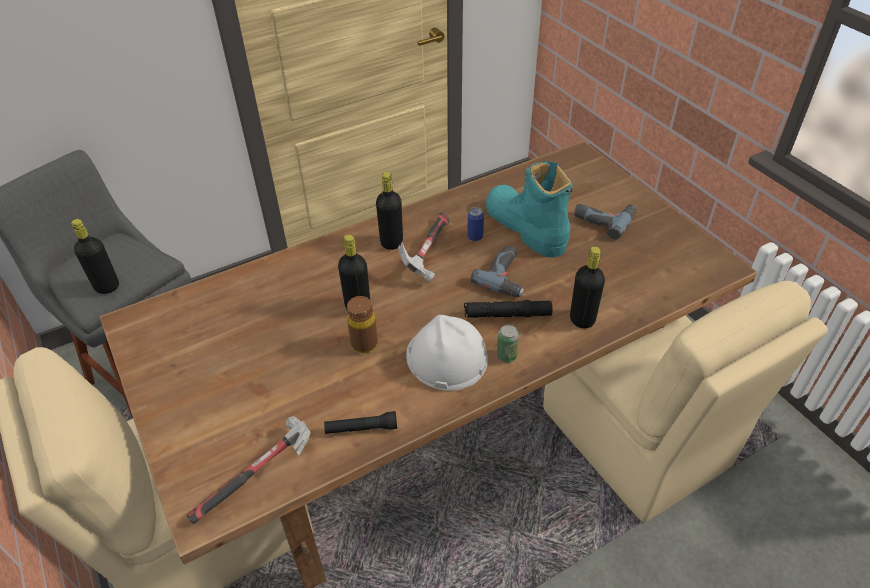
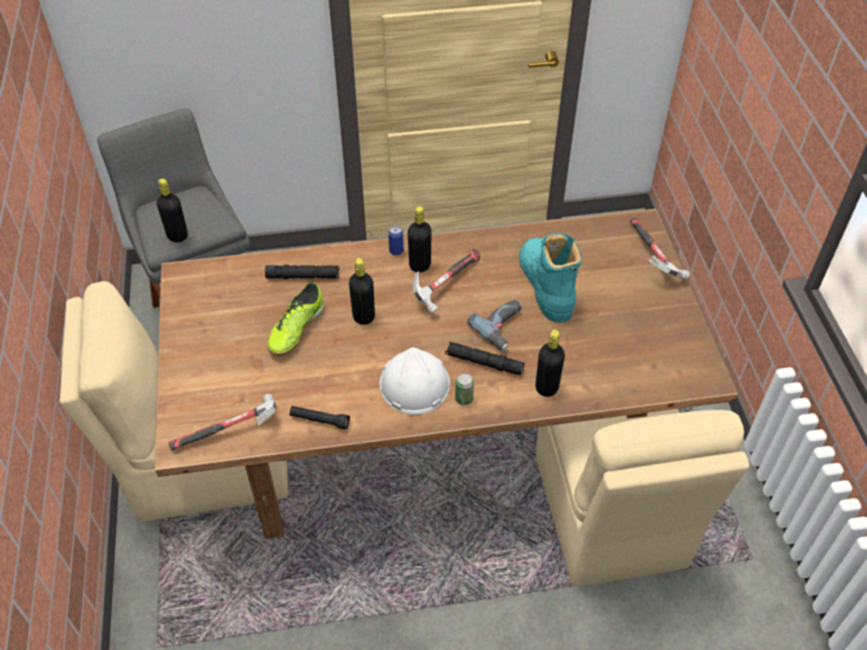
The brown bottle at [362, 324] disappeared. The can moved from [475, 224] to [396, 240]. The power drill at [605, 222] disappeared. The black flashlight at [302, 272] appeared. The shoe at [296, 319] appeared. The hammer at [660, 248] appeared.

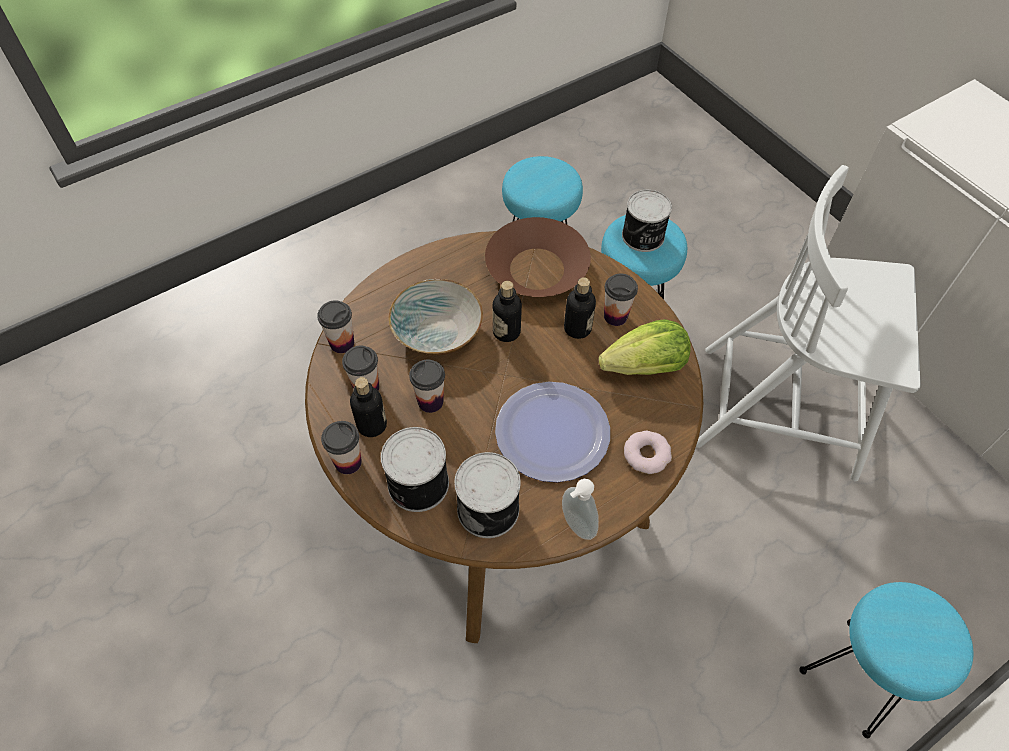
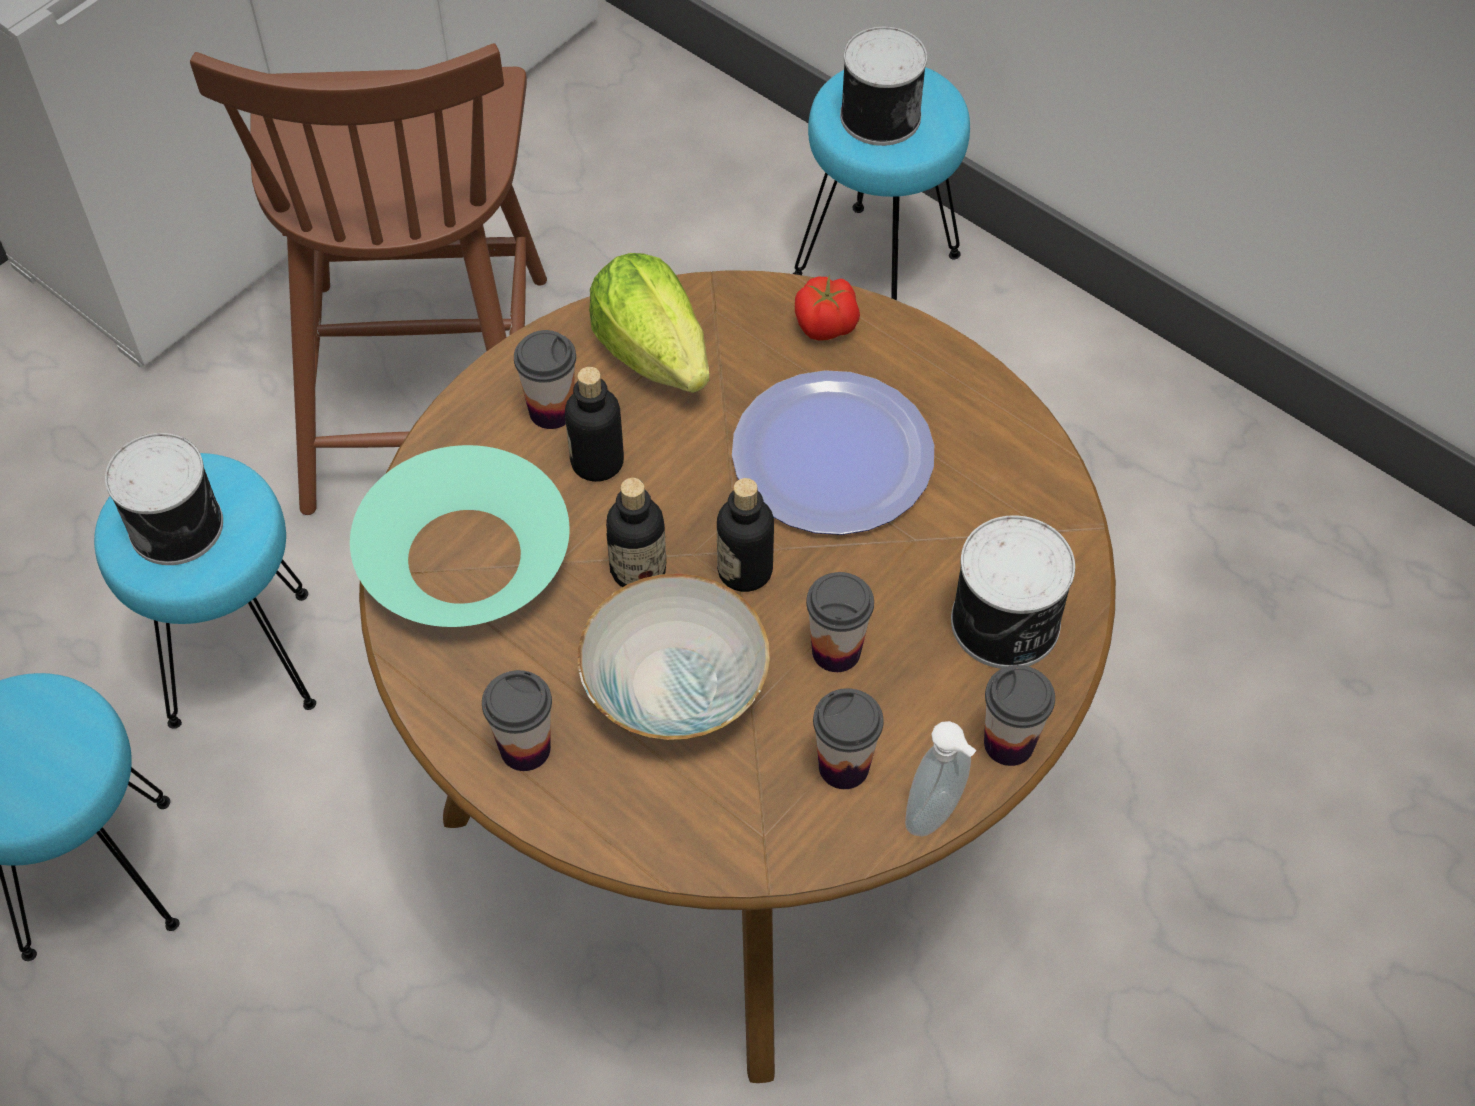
The cup moved from [335, 326] to [517, 720]. The bottle moved from [368, 407] to [745, 535]. The can moved from [487, 495] to [883, 86]. The brown bowl at [538, 257] became the turquoise bowl at [460, 536]. The soap dispenser moved from [580, 509] to [940, 778]. The donut at [648, 452] was replaced by the tomato at [827, 308]. The white chair at [808, 323] became the brown chair at [368, 279].

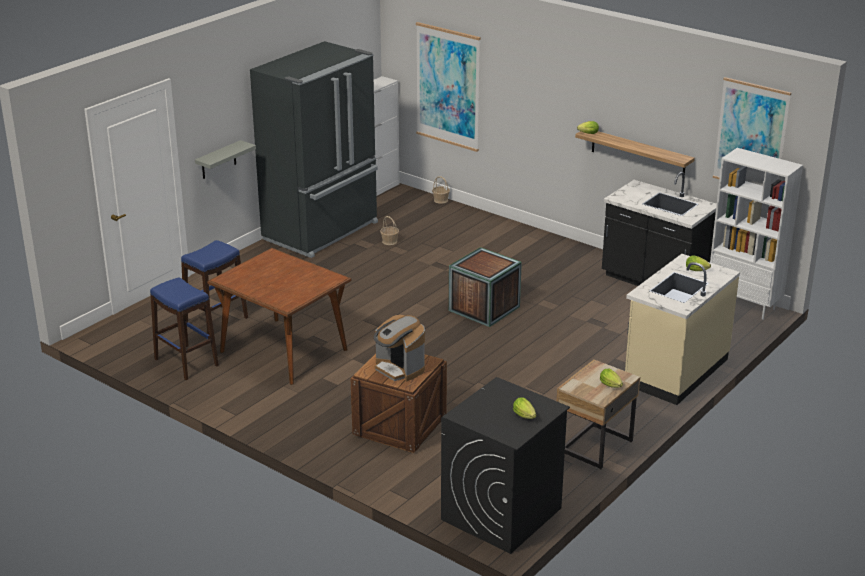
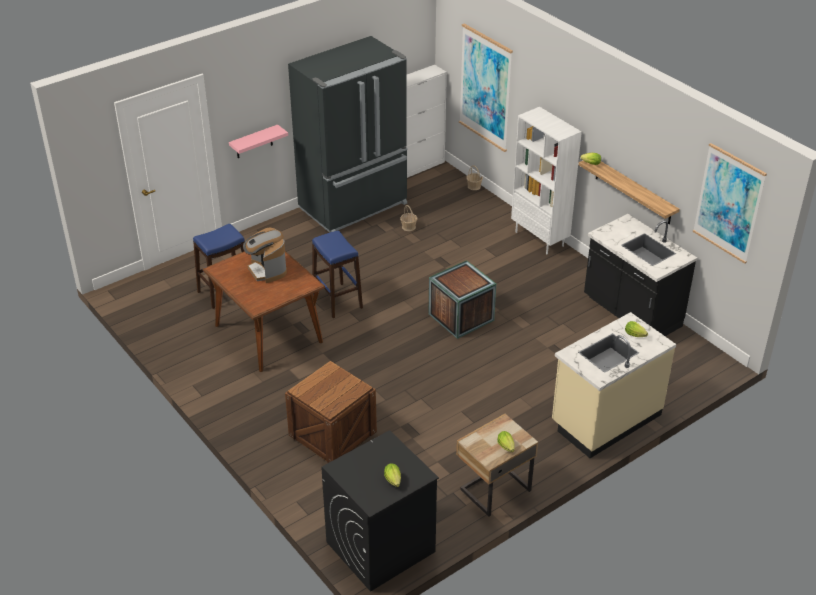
The blue stool moved from [184, 328] to [337, 274]. The grey shelf at [225, 159] became the pink shelf at [258, 141]. The coffee machine moved from [399, 348] to [265, 255]. The white bookcase moved from [756, 234] to [546, 180].

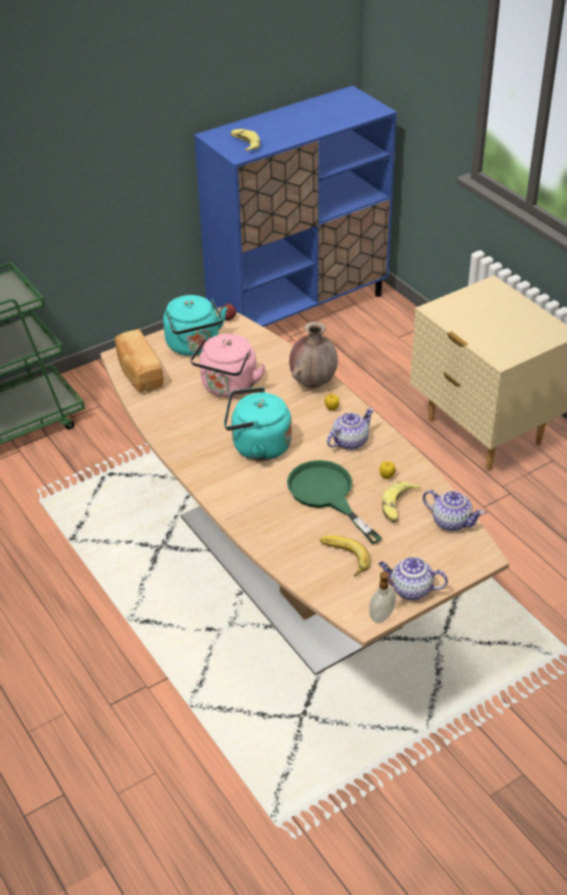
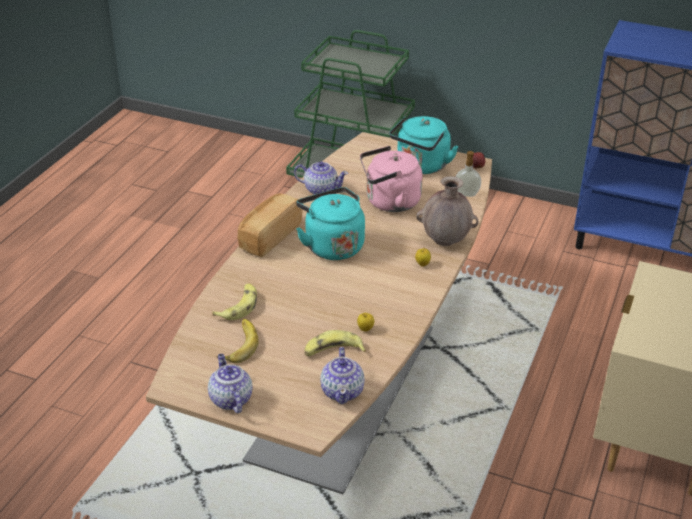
The bread moved from [139, 360] to [270, 225]. The banana moved from [245, 140] to [234, 301]. The green frying pan at [334, 502] disappeared. The teapot moved from [350, 429] to [321, 178]. The soap dispenser moved from [382, 597] to [468, 174].

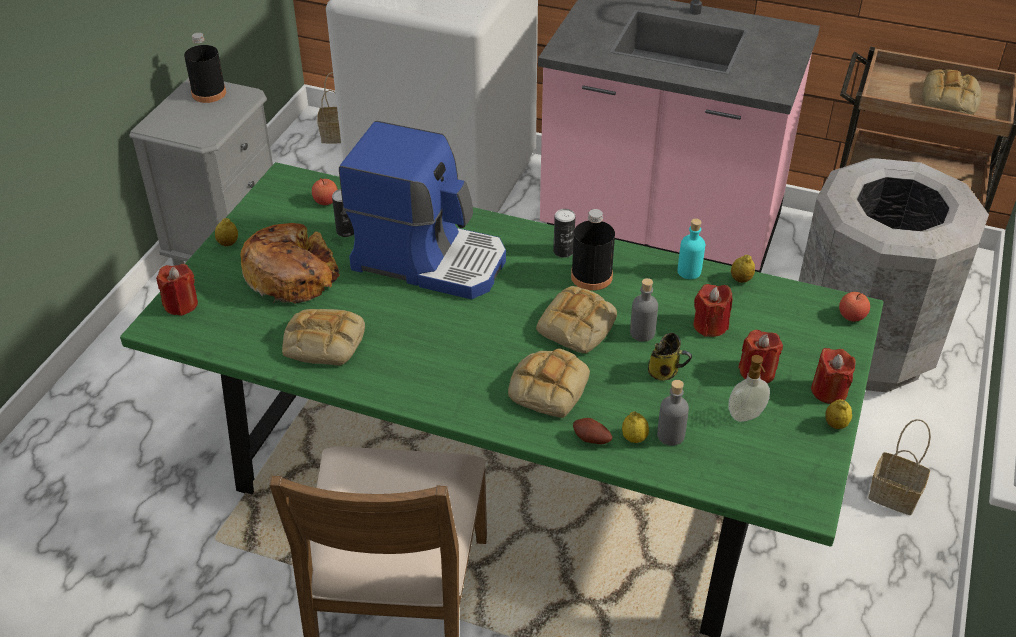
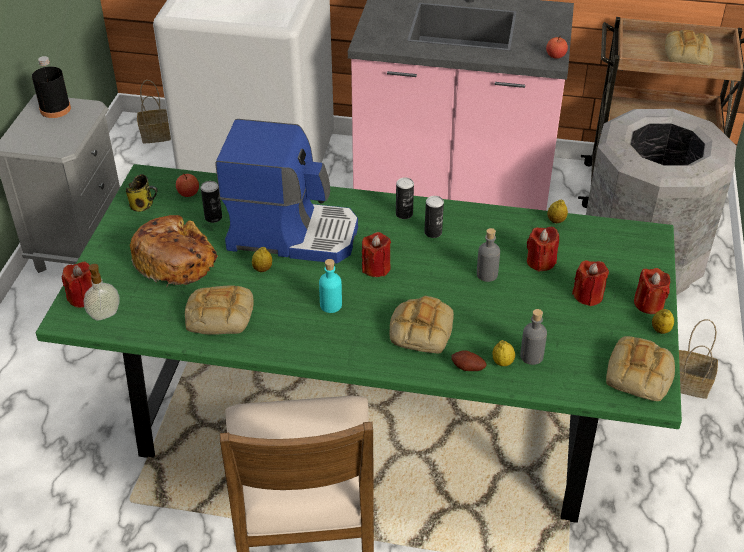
The lemon moved from [226, 232] to [262, 259]. The bread moved from [576, 319] to [640, 368]. The black bottle at [593, 250] was replaced by the can at [434, 217]. The mug moved from [670, 357] to [142, 193]. The turquoise bottle moved from [691, 248] to [330, 286]. The soap dispenser moved from [749, 388] to [101, 292]. The apple moved from [854, 307] to [557, 47]. The red candle at [376, 254] appeared.

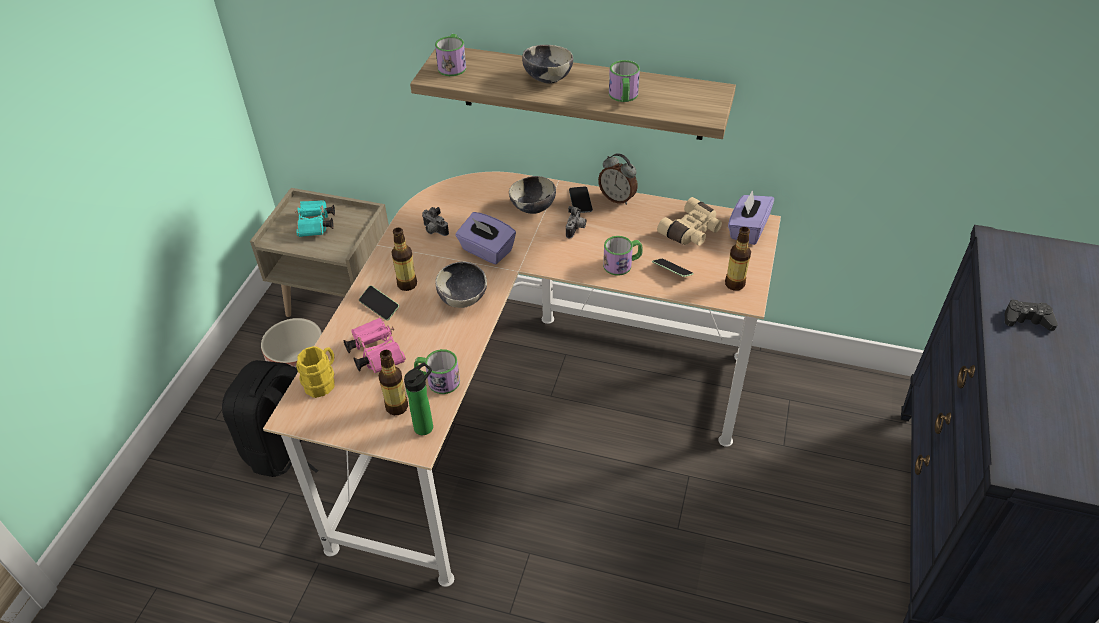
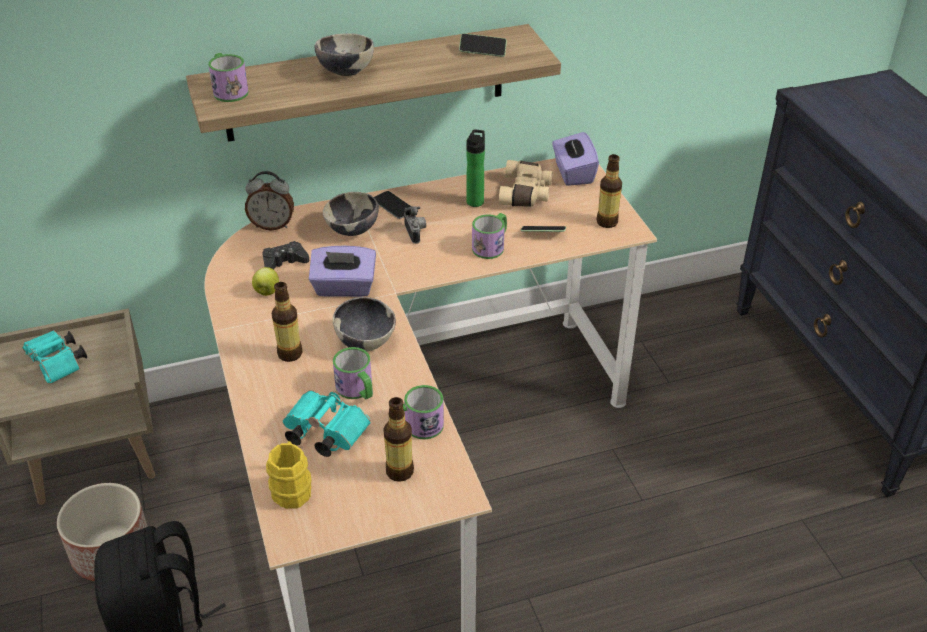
The pink binoculars at [374, 345] became the turquoise binoculars at [326, 423]. The phone moved from [379, 303] to [483, 45]. The bottle moved from [418, 398] to [475, 168]. The photo camera at [435, 221] was replaced by the apple at [265, 281]. The alarm clock moved from [618, 179] to [269, 201]. The mug moved from [624, 81] to [353, 373]. The black game controller moved from [1031, 315] to [285, 255].

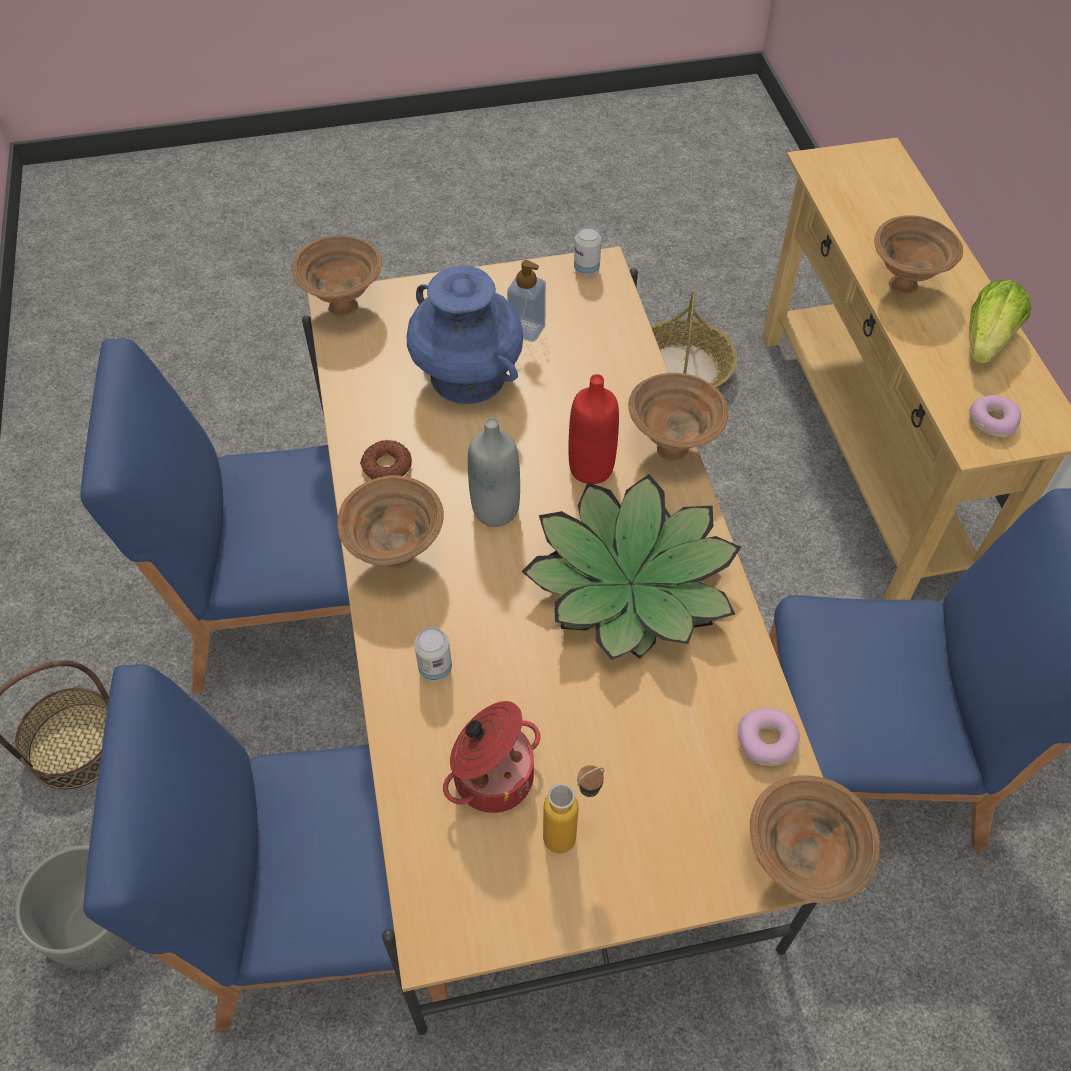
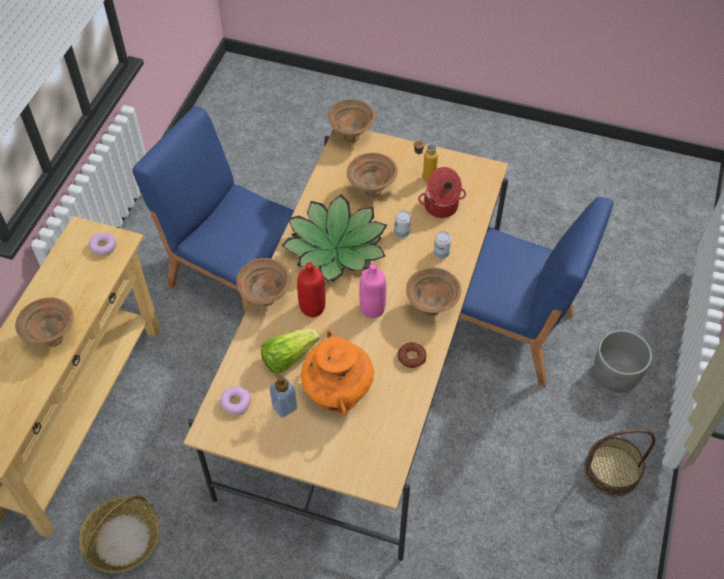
The blue chair at [216, 516] disappeared. The brown bowl moved from [337, 276] to [372, 175]. The blue vase at [465, 335] became the orange vase at [337, 372]. The grey bottle at [494, 472] became the pink bottle at [372, 290]. The can moved from [587, 250] to [403, 223]. The donut moved from [768, 737] to [235, 401]. The lettuce moved from [1000, 322] to [290, 351].

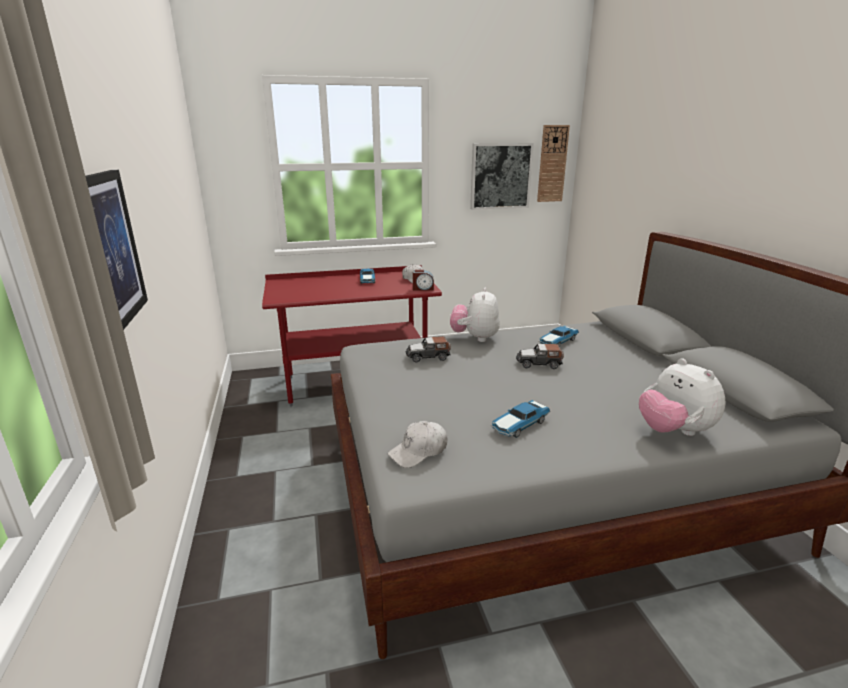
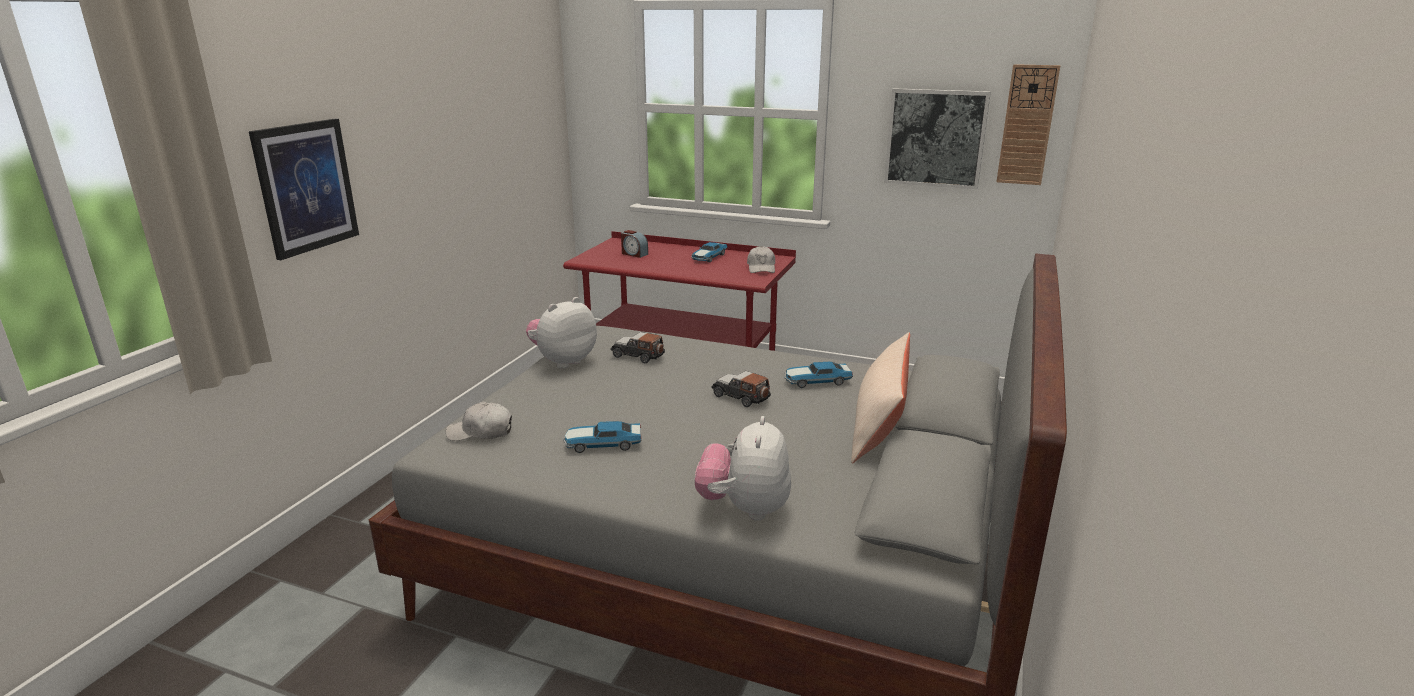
The alarm clock moved from [423, 280] to [634, 244]. The plush toy moved from [475, 315] to [561, 333]. The beige pillow at [880, 398] appeared.

